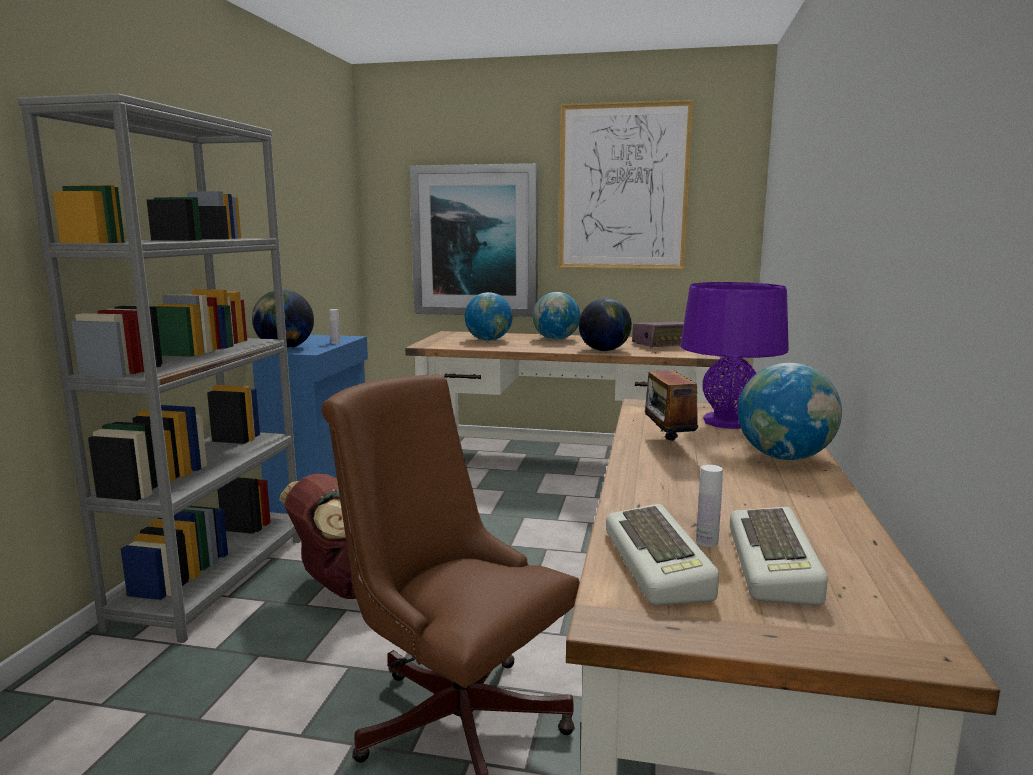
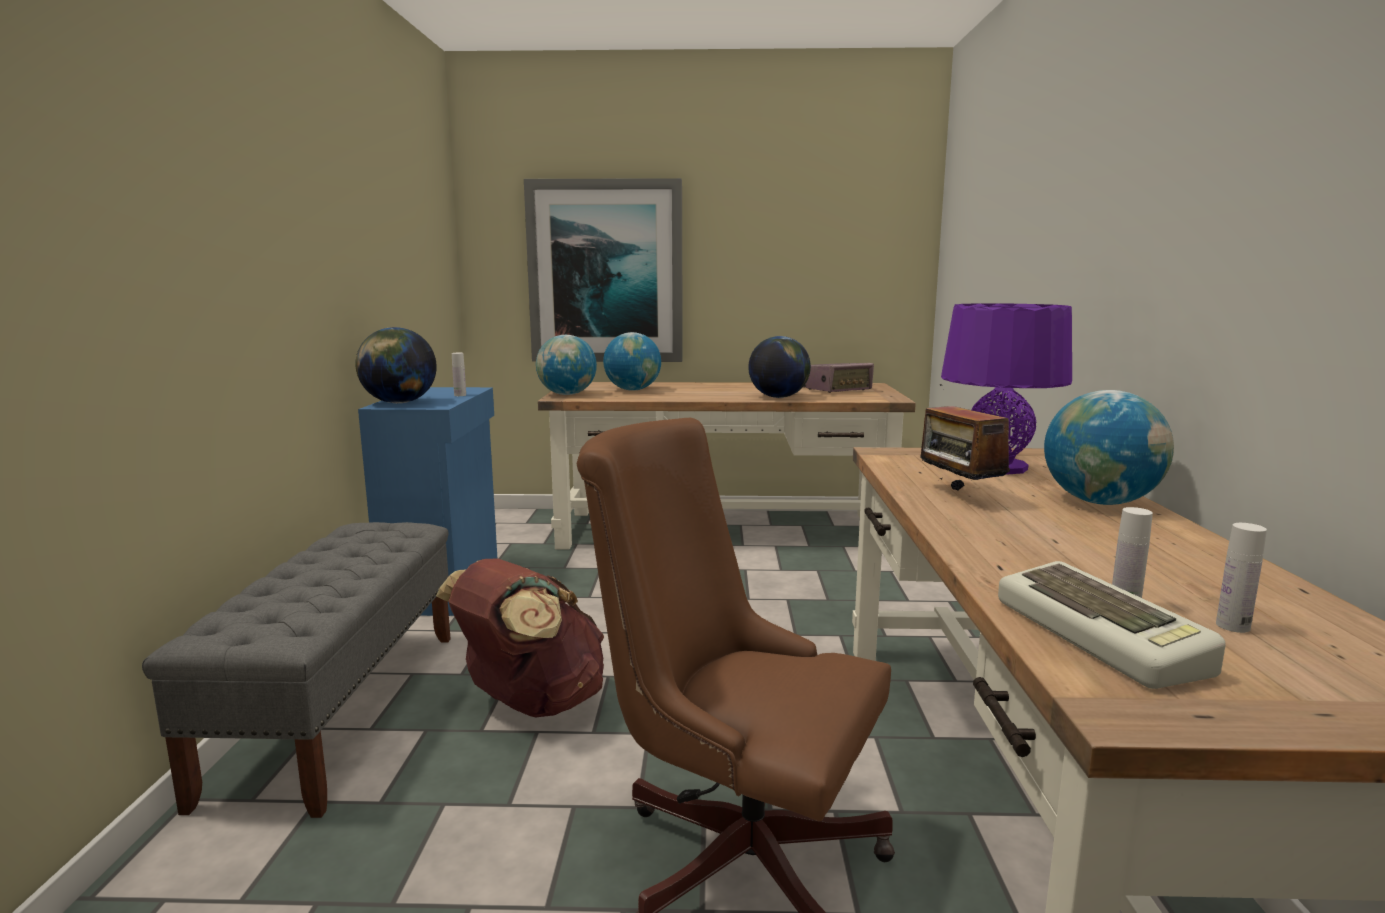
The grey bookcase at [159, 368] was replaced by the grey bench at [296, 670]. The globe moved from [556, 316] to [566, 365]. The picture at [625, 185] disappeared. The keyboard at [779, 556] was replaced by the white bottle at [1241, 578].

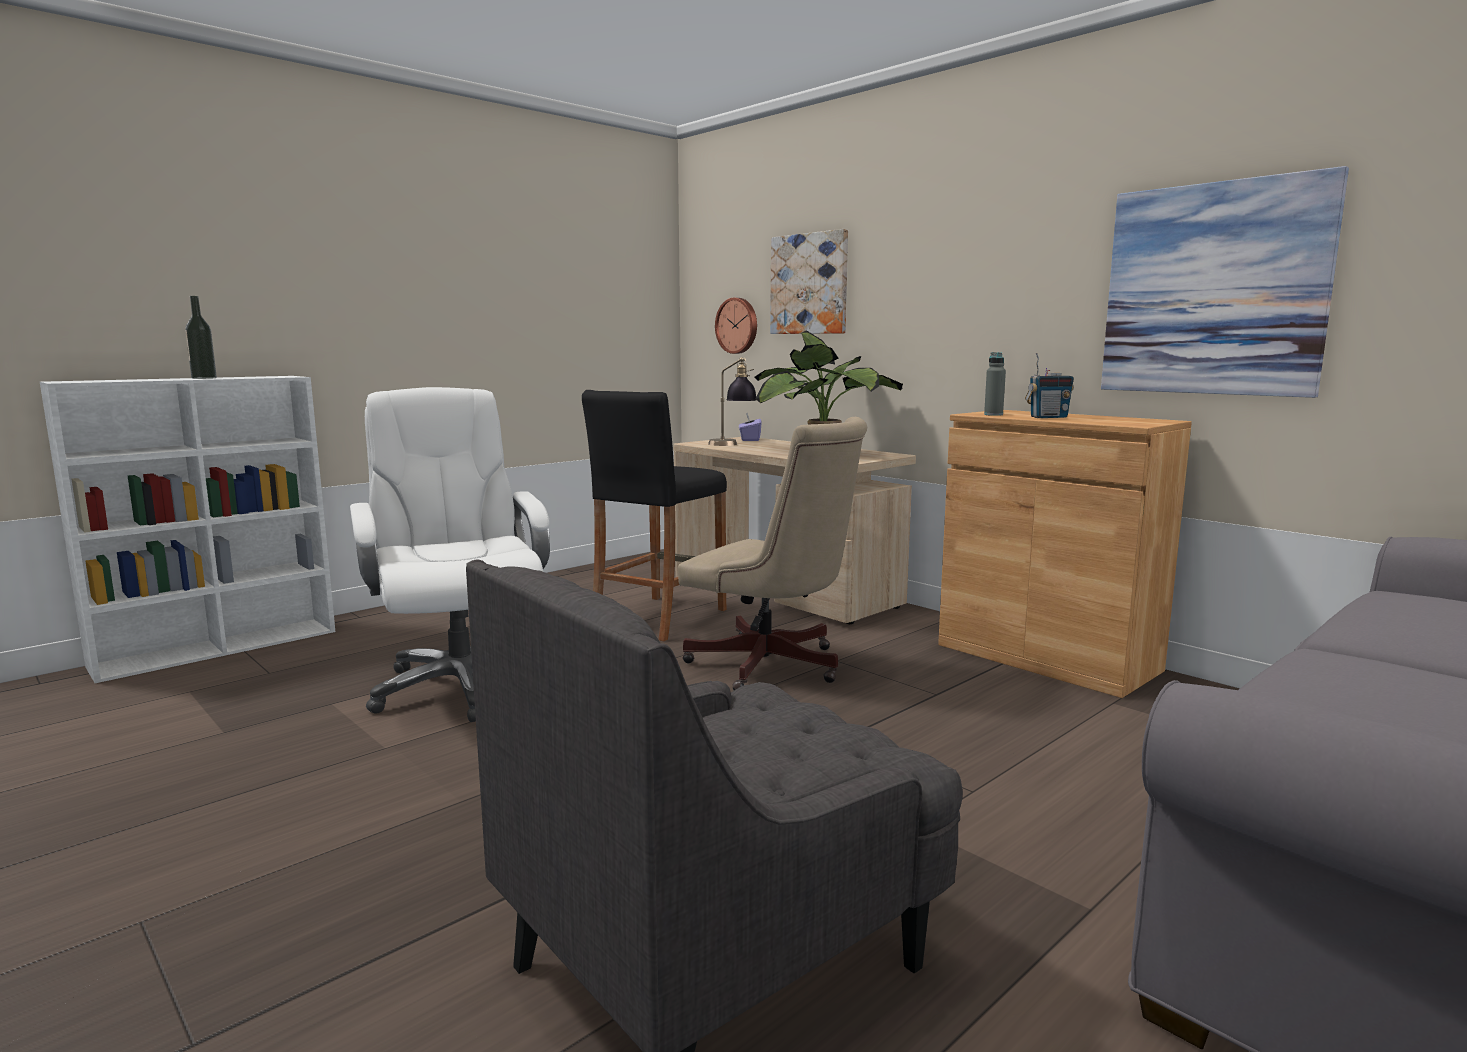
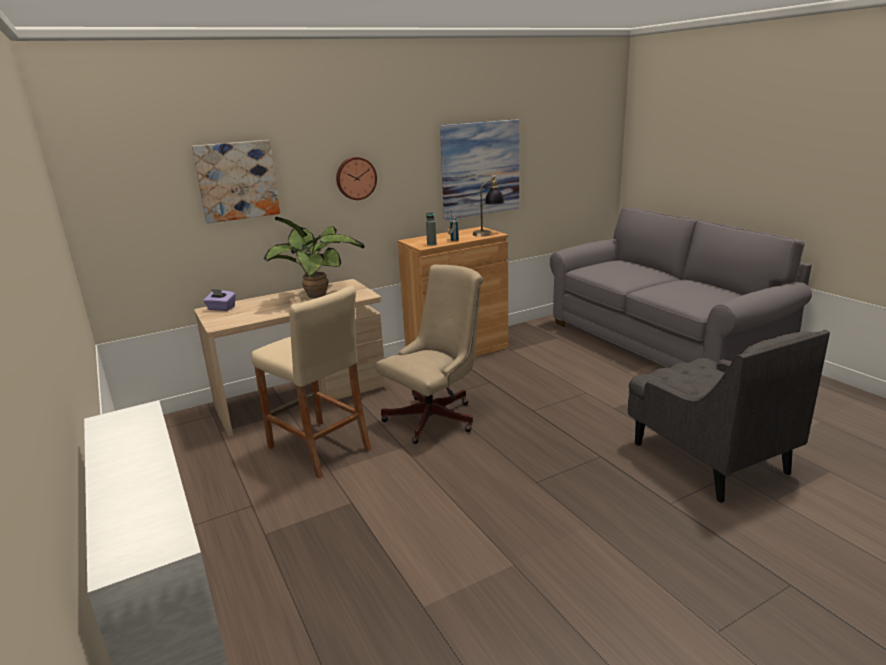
The bottle at [201, 337] disappeared. The white office chair at [450, 554] disappeared. The black stool at [654, 515] became the beige stool at [311, 383]. The table lamp moved from [732, 401] to [488, 206]. The wall clock moved from [736, 326] to [356, 178].

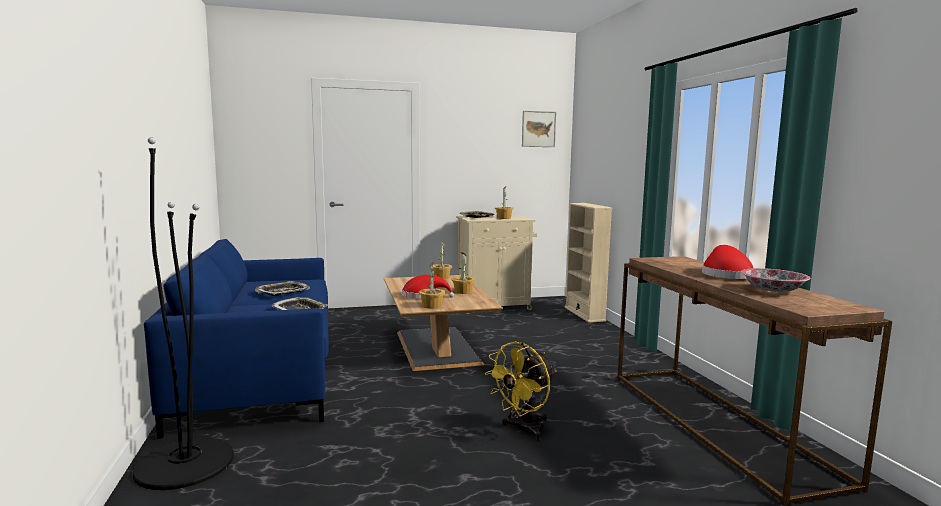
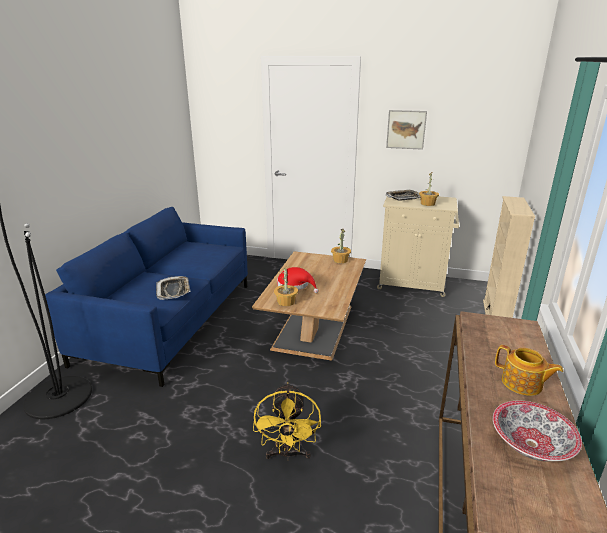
The tray at [282, 288] disappeared. The potted plant at [463, 273] disappeared. The yellow fan at [520, 391] turned 75 degrees counterclockwise. The picture moved from [539, 129] to [406, 130]. The red hat at [727, 262] was replaced by the teapot at [529, 370].

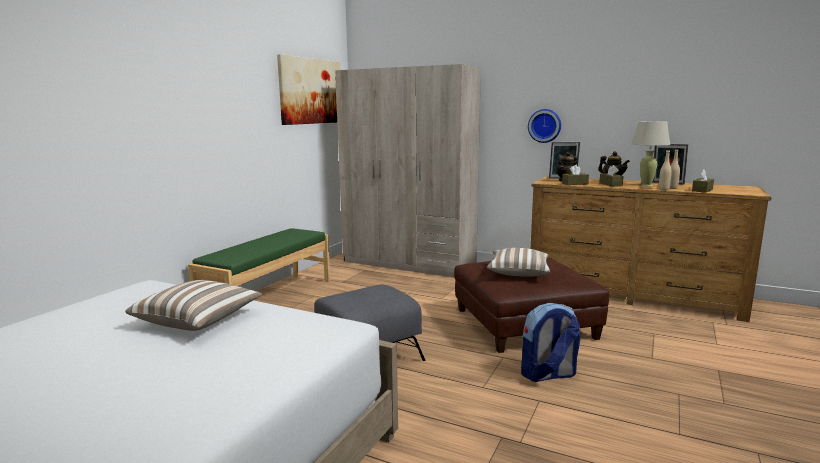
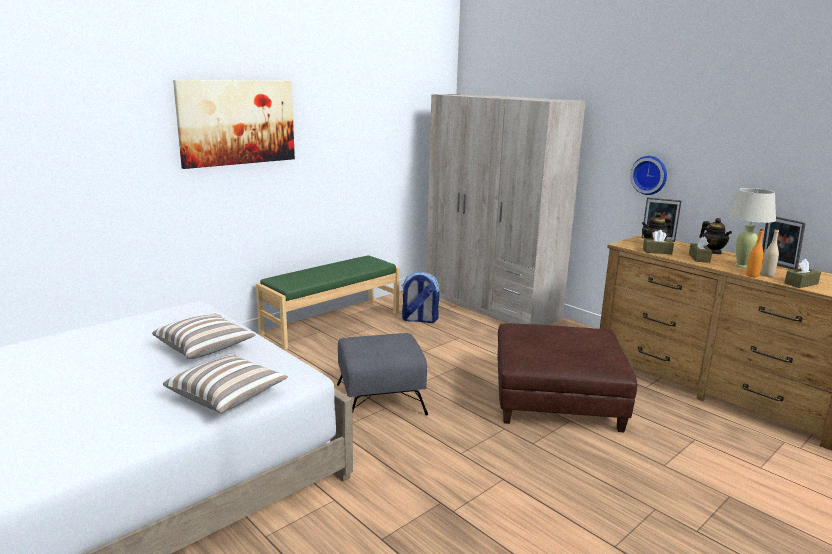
The picture moved from [308, 89] to [234, 124]. The pillow moved from [518, 262] to [225, 384]. The backpack moved from [550, 342] to [420, 297]. The beige bottle at [665, 169] became the orange bottle at [755, 253].

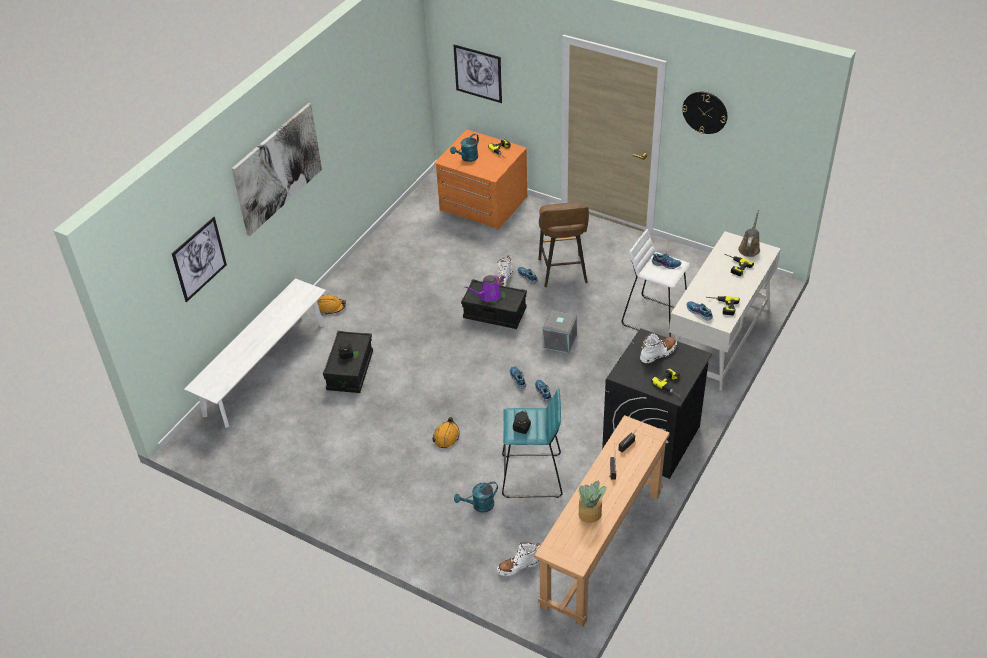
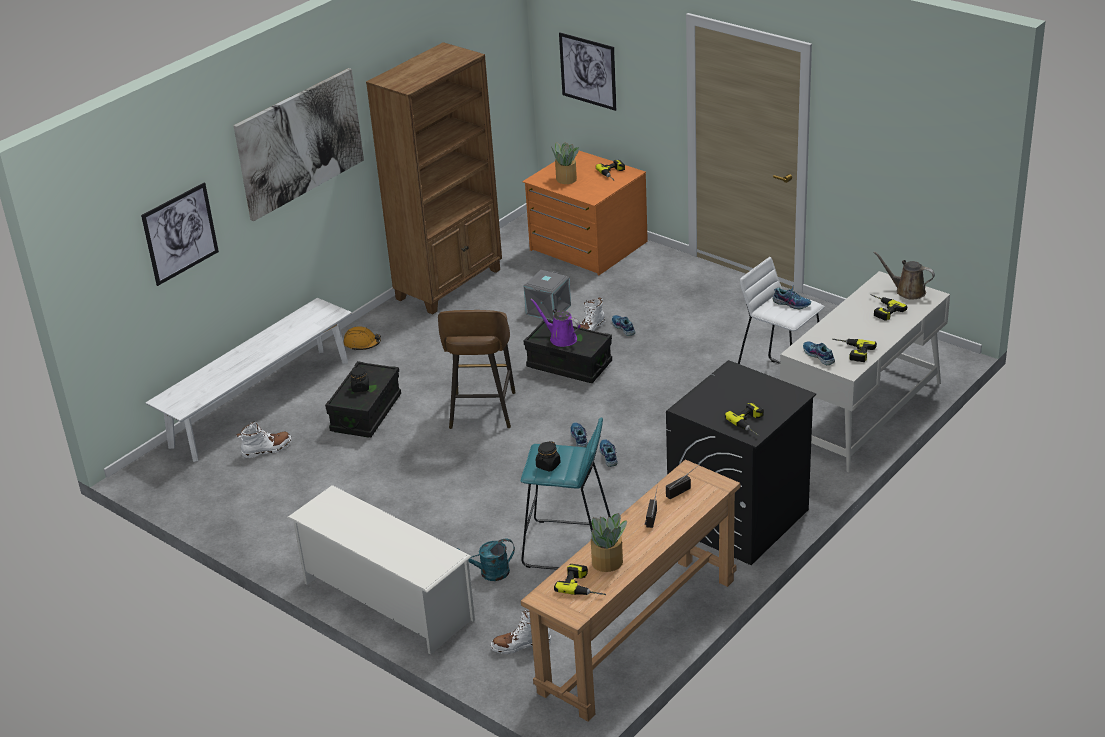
The orange hard hat at [446, 432] disappeared. The turquoise watering can at [464, 148] was replaced by the potted plant at [565, 163]. The purple watering can at [484, 288] turned 60 degrees clockwise. The brown stool moved from [563, 244] to [477, 369]. The grey storage box moved from [559, 332] to [547, 295]. The white boot moved from [658, 348] to [264, 440]. The wall clock at [704, 112] disappeared. The brown watering can at [749, 233] turned 90 degrees counterclockwise. The white shoe rack at [381, 569] appeared. The brown bookcase at [434, 178] appeared. The power drill at [580, 579] appeared.

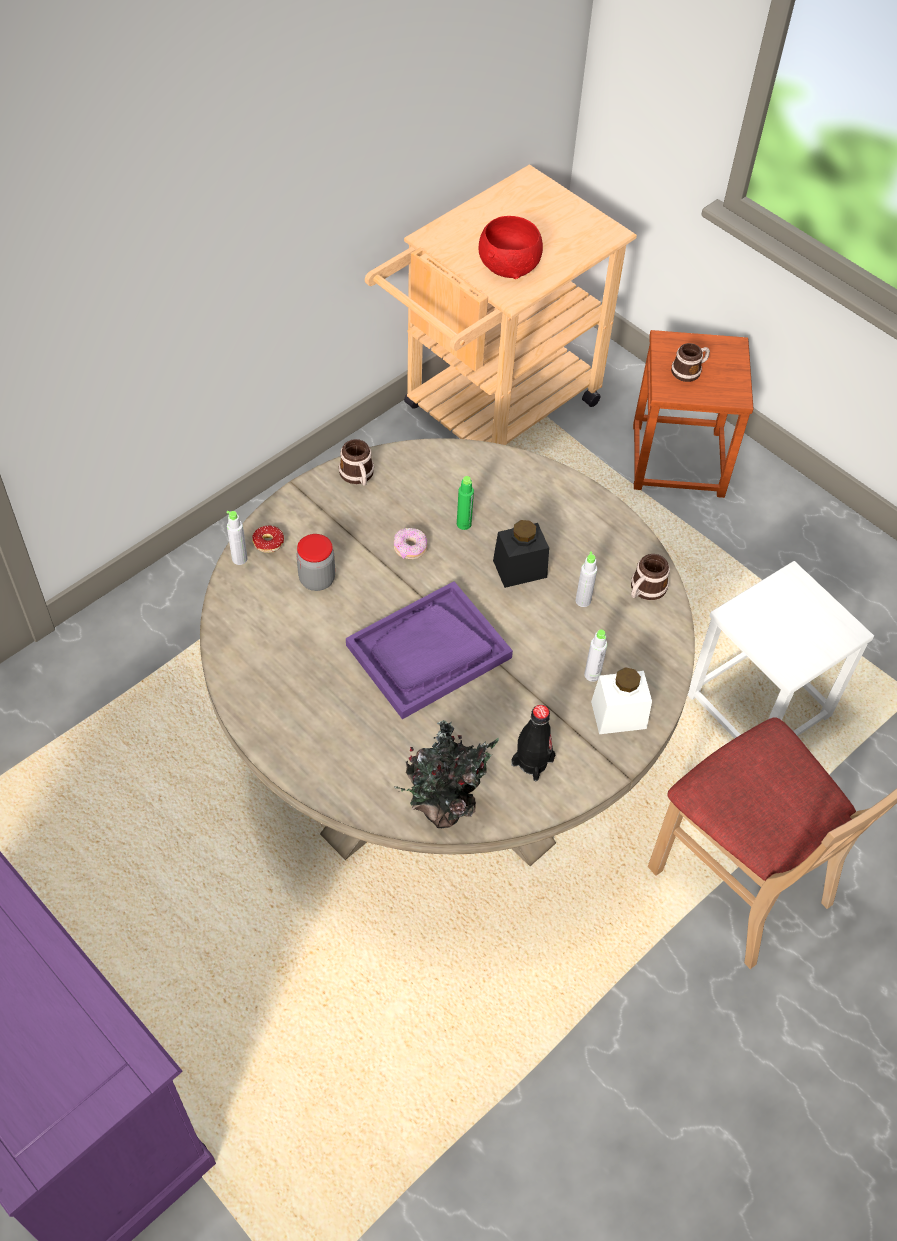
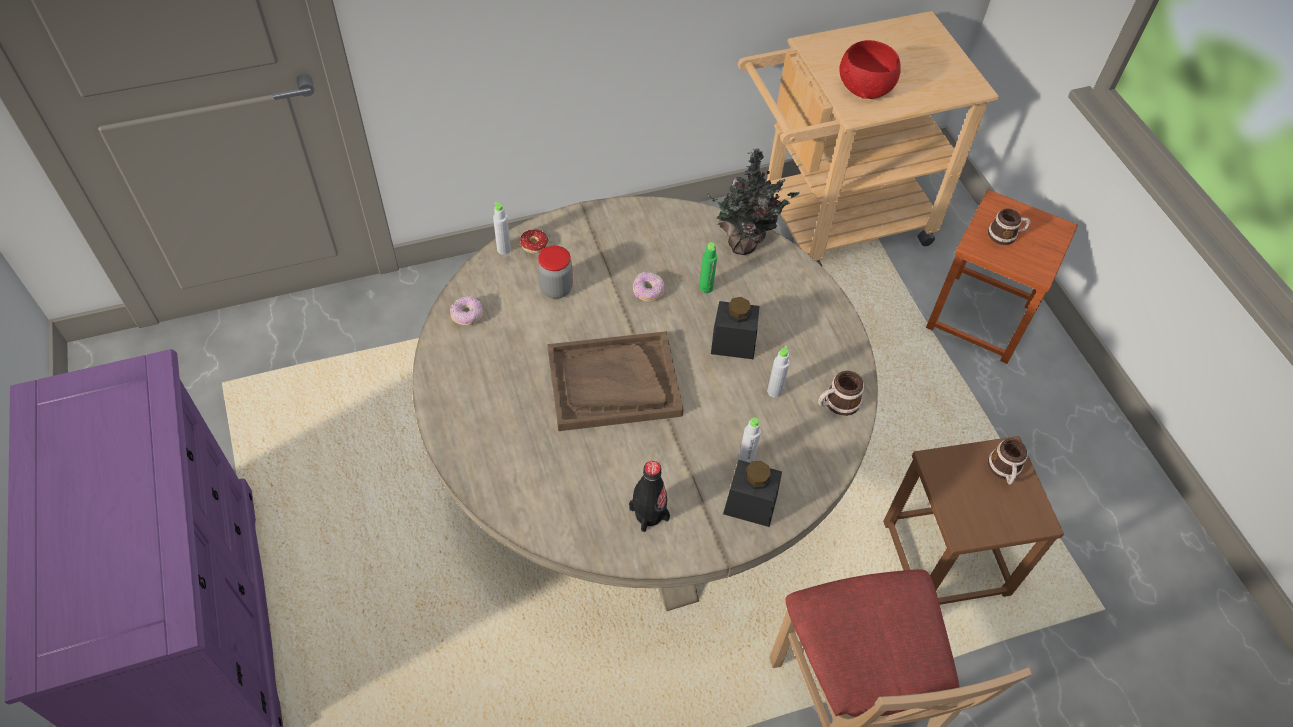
The mug moved from [356, 462] to [1008, 462]. The purple tray at [429, 650] became the brown tray at [615, 381]. The potted plant moved from [446, 774] to [753, 201]. The white jar at [621, 700] became the black jar at [752, 493]. The white stool at [781, 650] became the brown stool at [973, 520]. The donut at [466, 310] appeared.

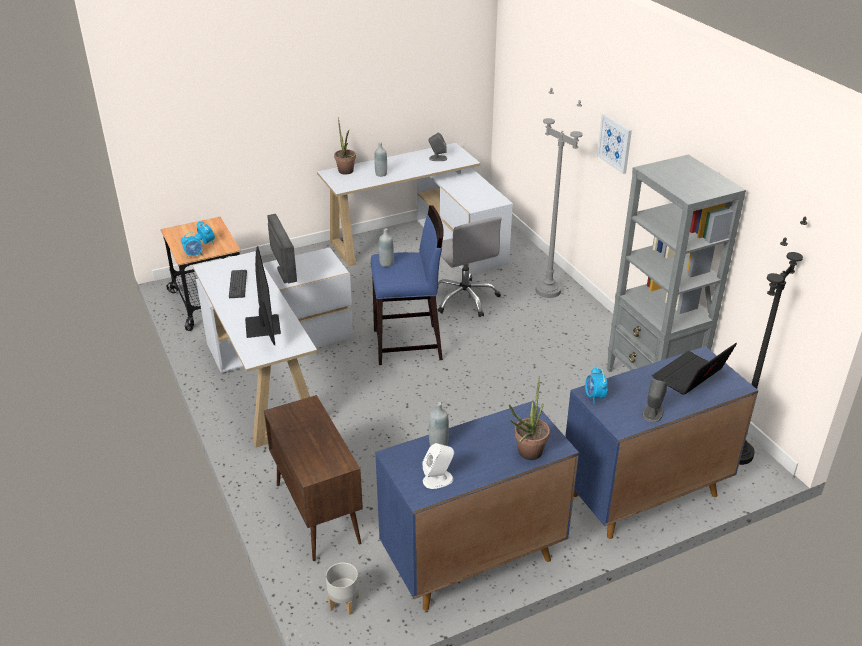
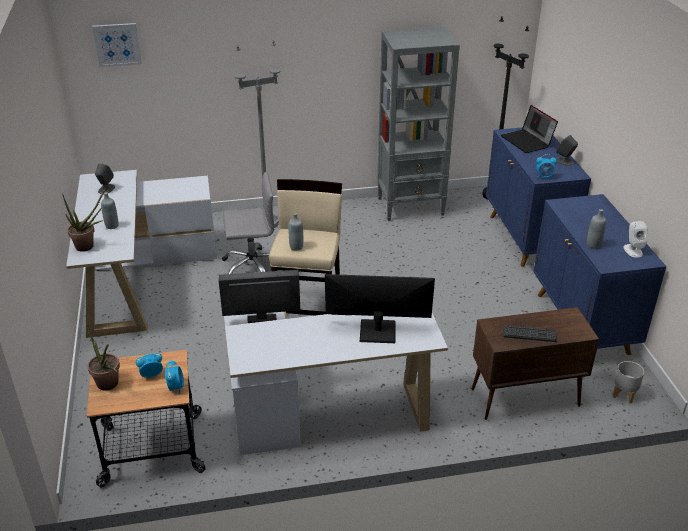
The keyboard moved from [238, 284] to [530, 333]. The blue stool at [407, 285] became the beige stool at [305, 247]. The potted plant moved from [529, 418] to [103, 355]. The picture moved from [614, 143] to [117, 45].

